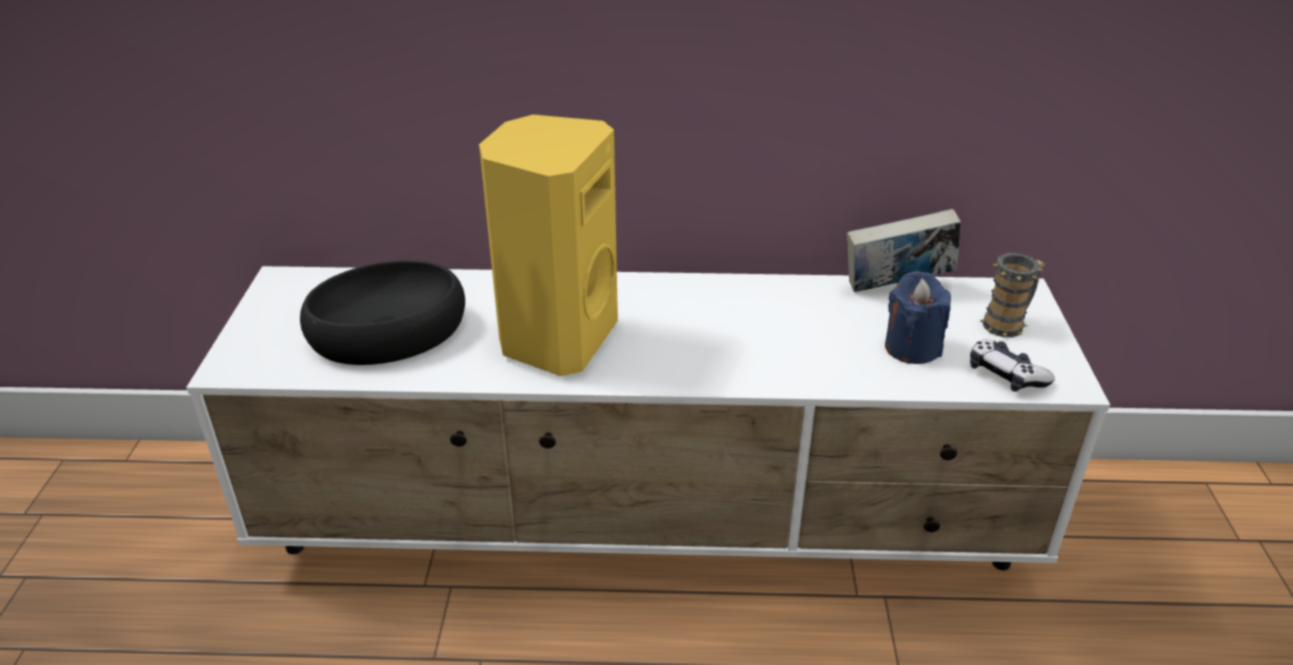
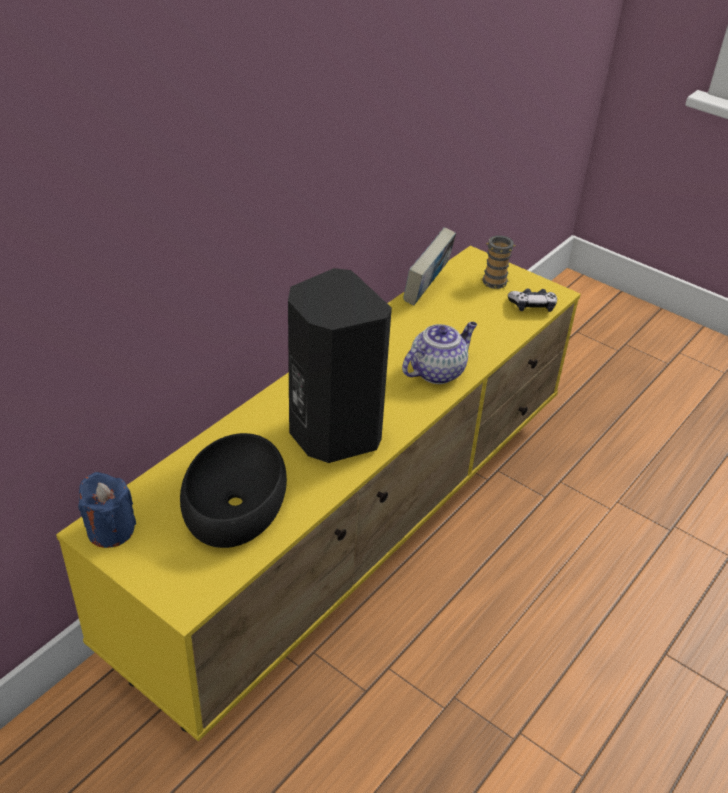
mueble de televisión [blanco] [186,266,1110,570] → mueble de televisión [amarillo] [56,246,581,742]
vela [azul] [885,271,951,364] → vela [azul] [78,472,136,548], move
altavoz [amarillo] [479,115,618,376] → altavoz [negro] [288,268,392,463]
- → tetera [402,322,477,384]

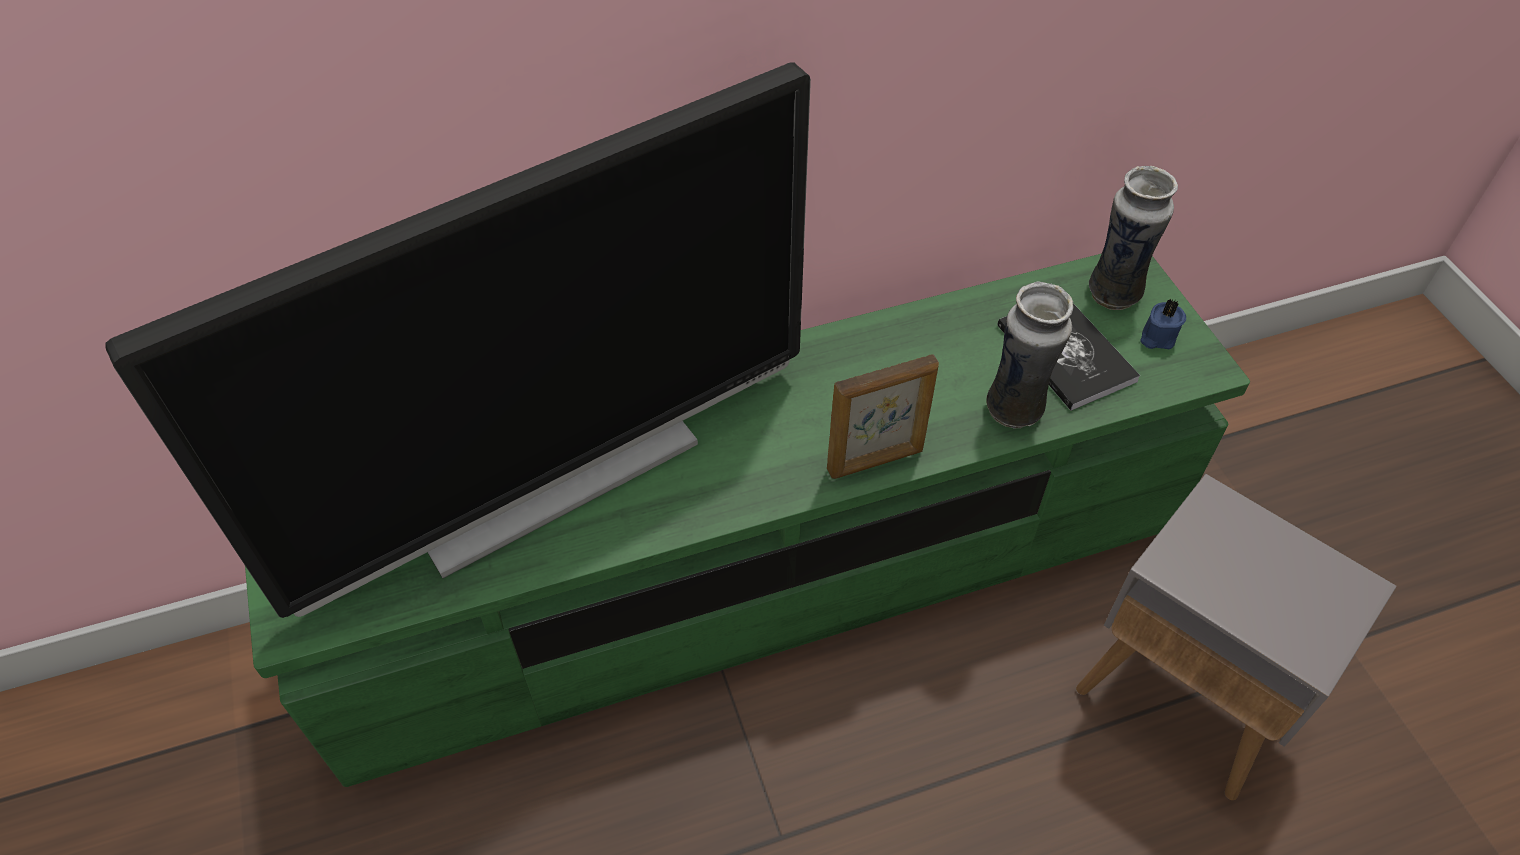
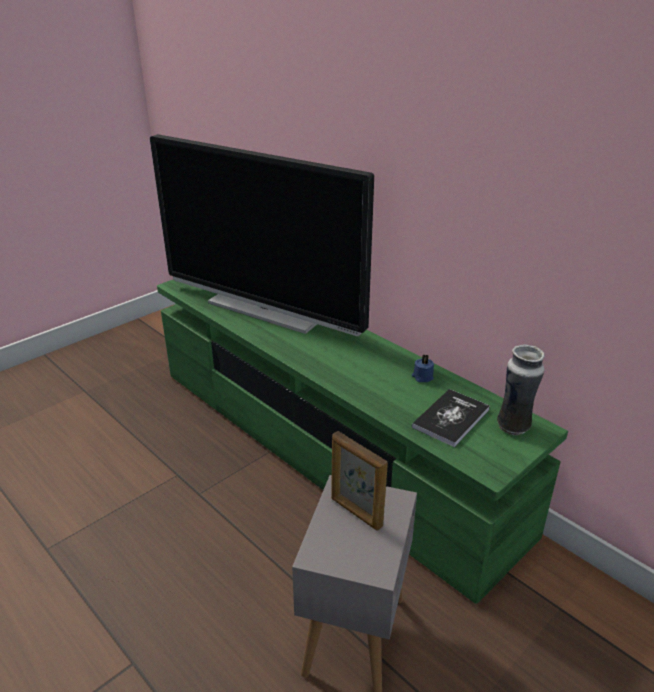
portarretratos [827,354,939,479] → portarretratos [331,431,388,531], move
vela [azul] [1140,299,1186,349] → vela [azul] [412,354,434,382], move
florero [986,281,1073,428] → -

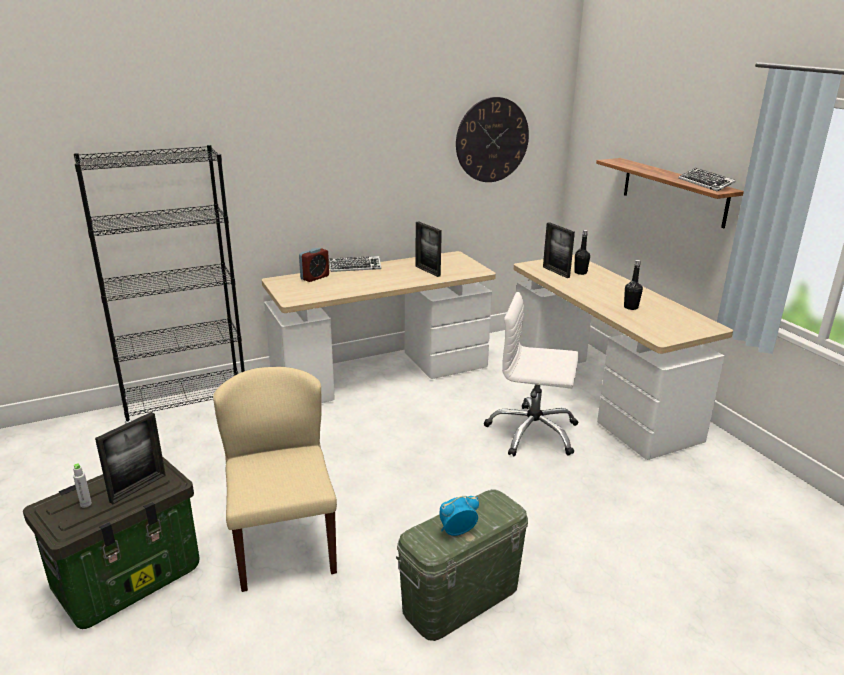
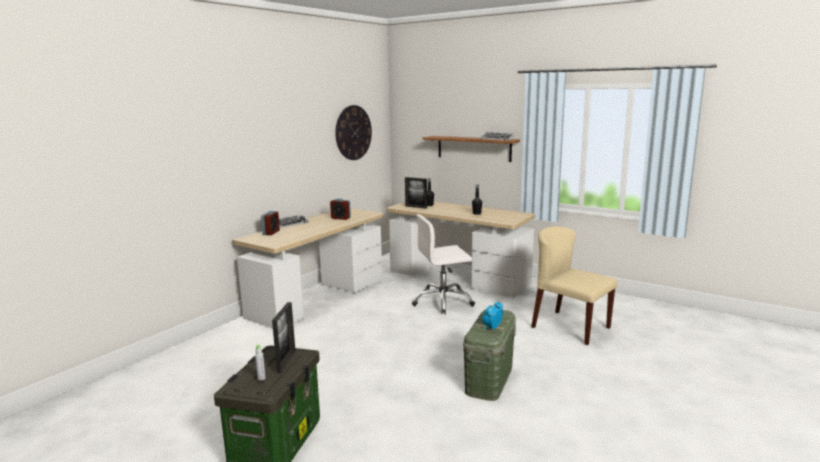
portarretratos [415,222,442,277] → despertador [330,198,351,220]
silla [beis] [213,367,337,592] → silla [beis] [531,226,617,345], move
estantería [negro] [74,145,245,424] → -

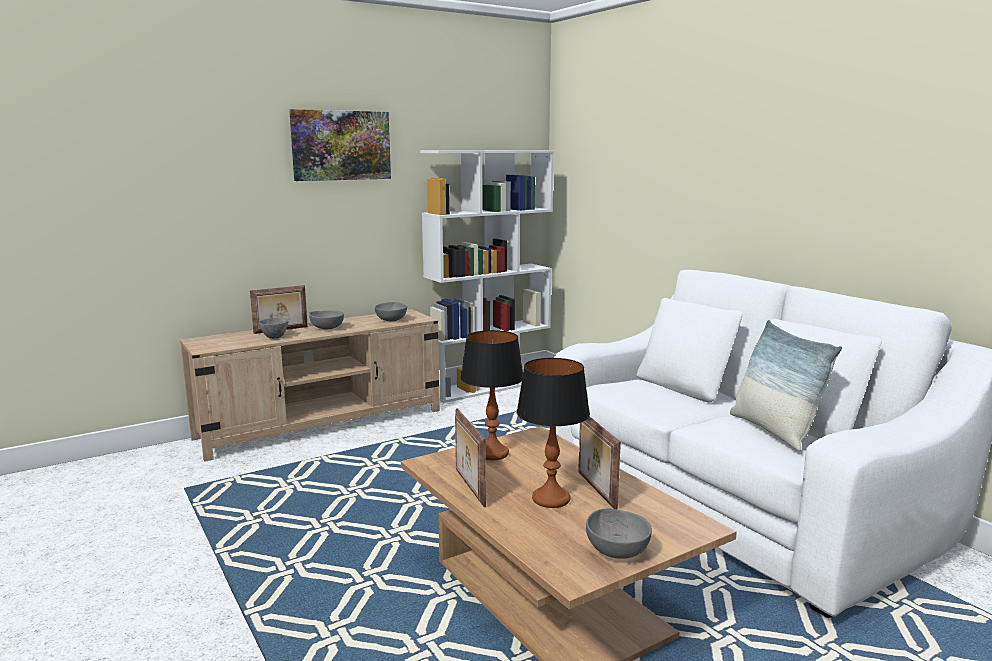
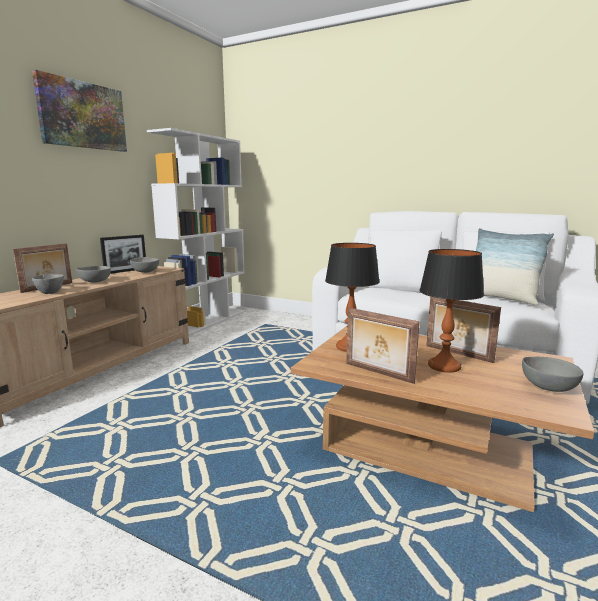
- → portarretratos [100,235,146,274]

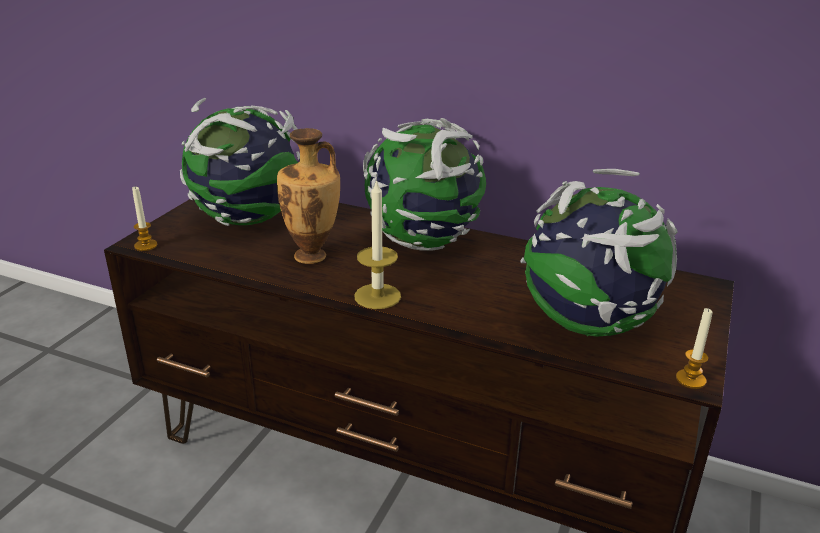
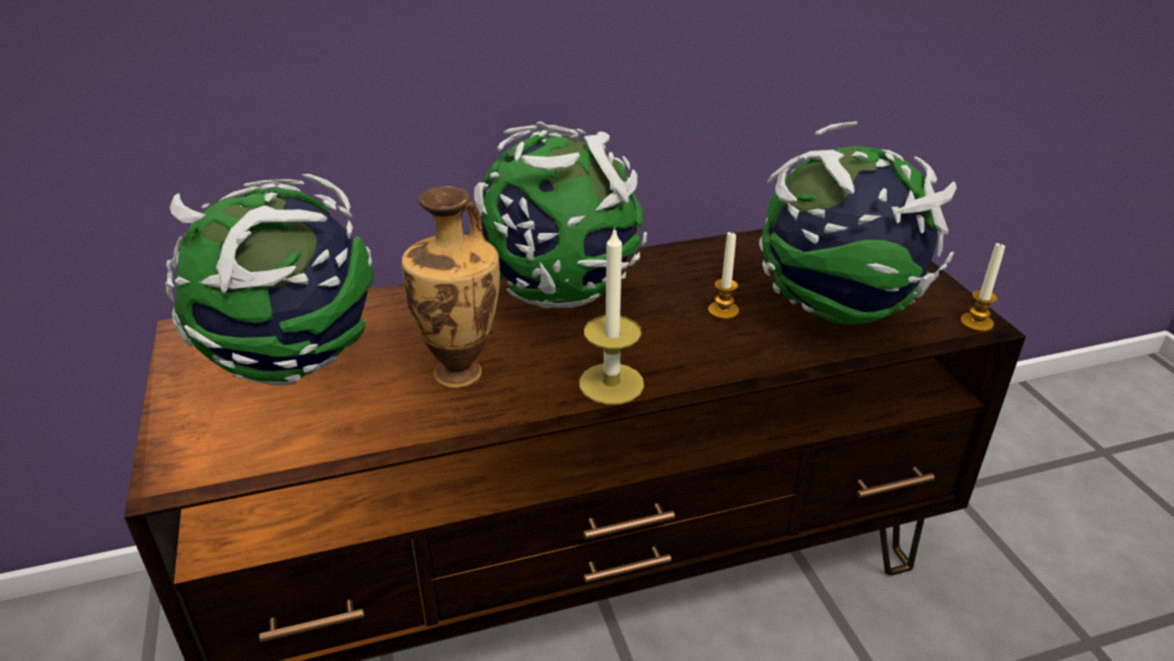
vela [132,187,157,251] → vela [708,232,739,320], move

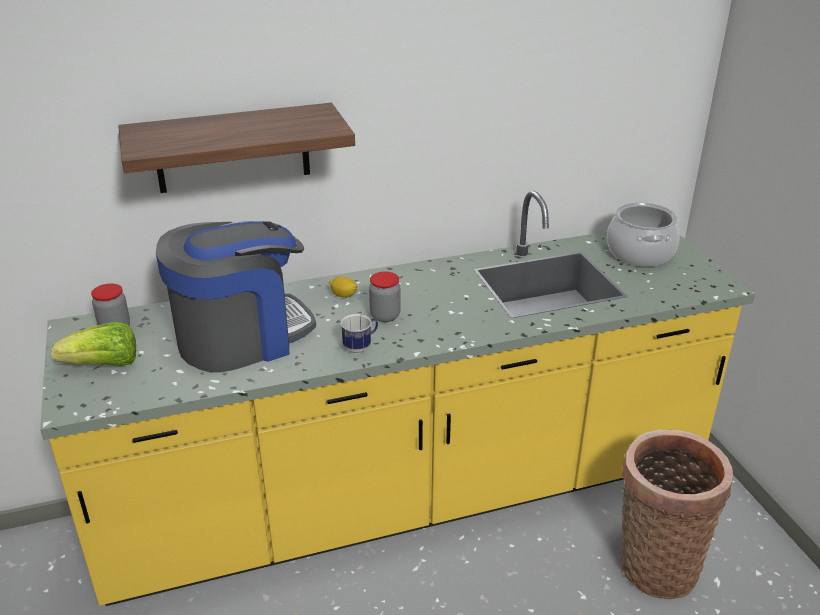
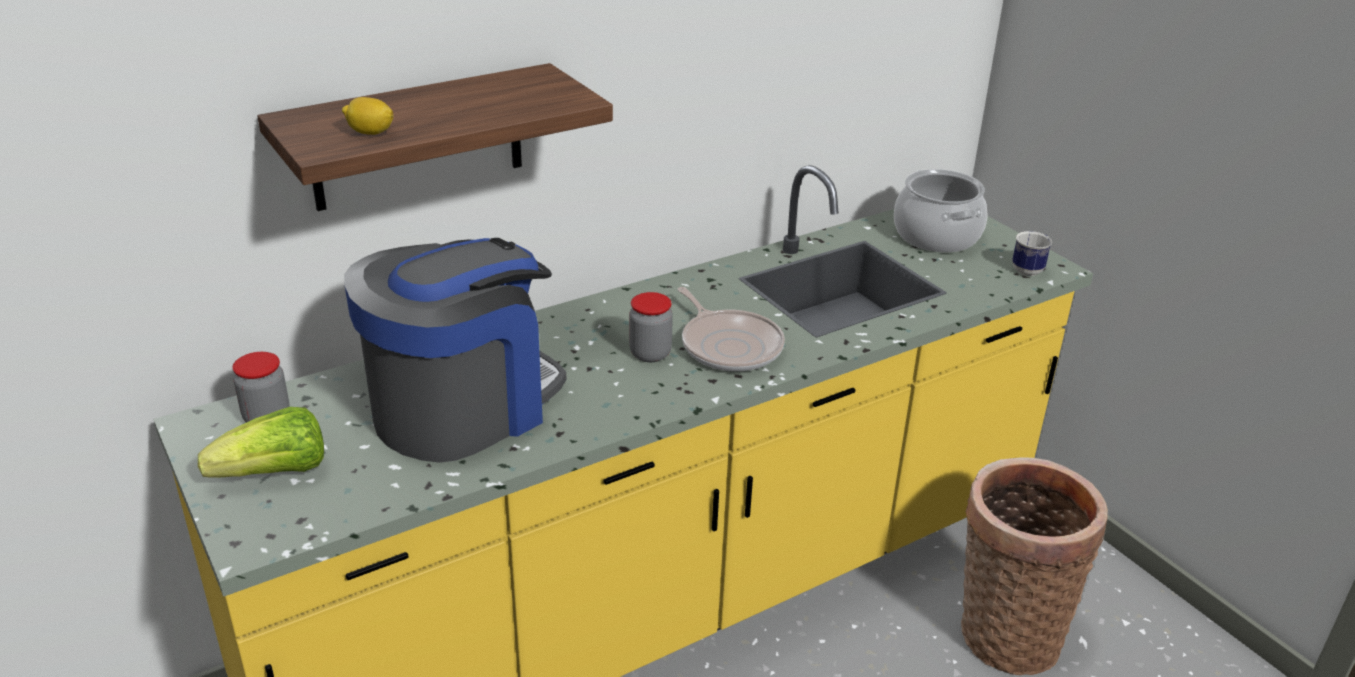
limón [329,276,357,298] → limón [342,97,393,135], move
- → sartén [678,287,785,371]
taza grande [341,314,378,353] → taza grande [1012,231,1052,276], move

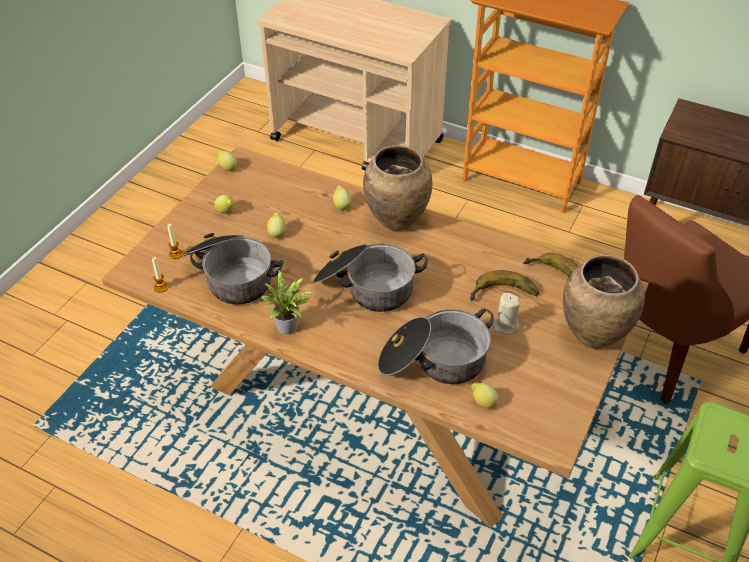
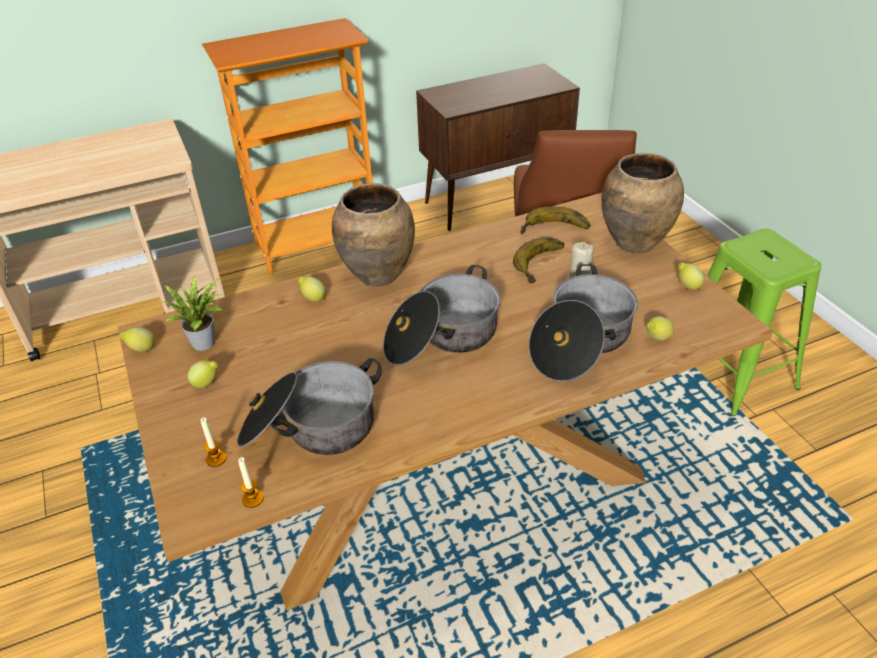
planta en maceta [261,269,313,335] → planta en maceta [164,274,223,351], move
limón [267,212,286,239] → limón [678,262,704,290], move

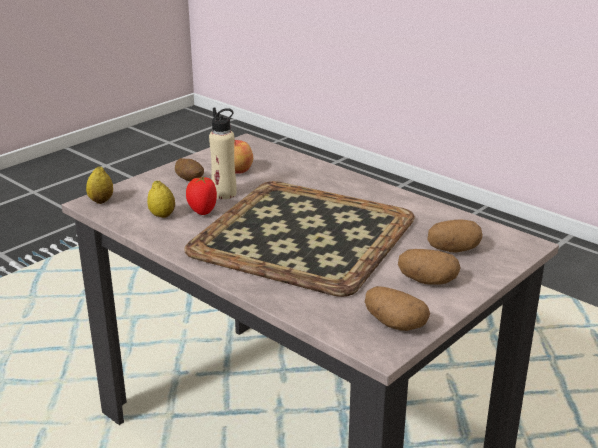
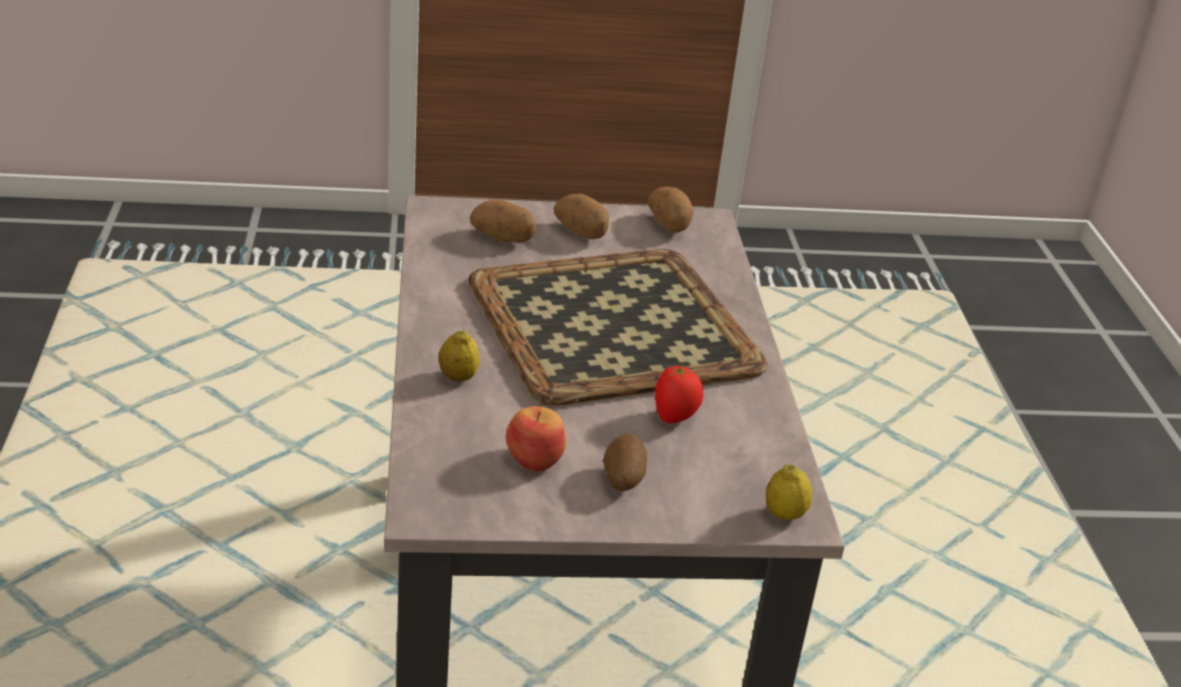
limón [147,181,175,218] → limón [439,331,480,382], move
botella [beis] [209,108,237,199] → -

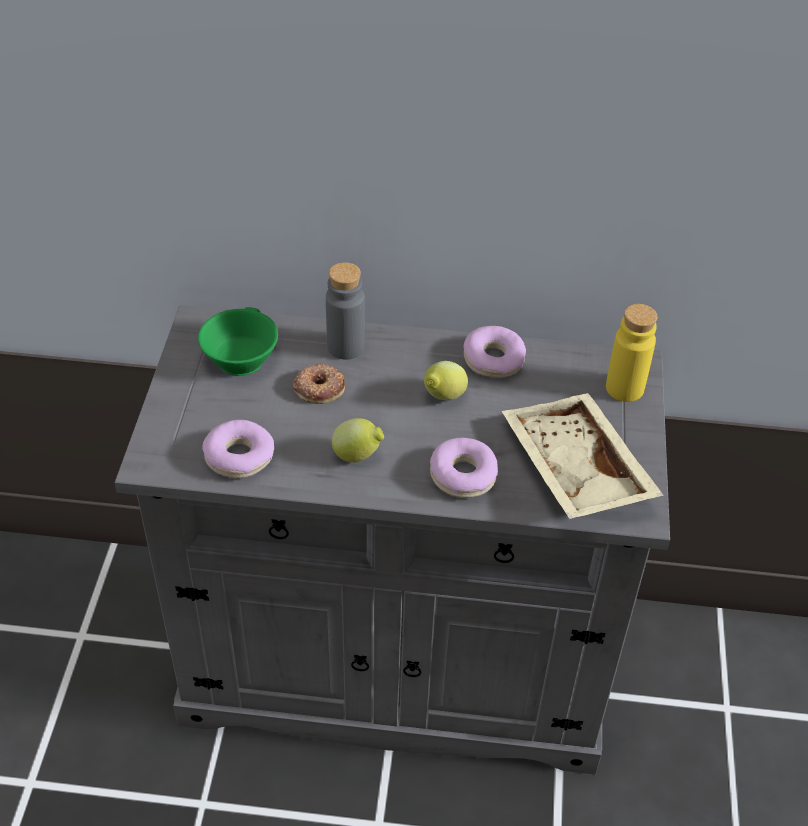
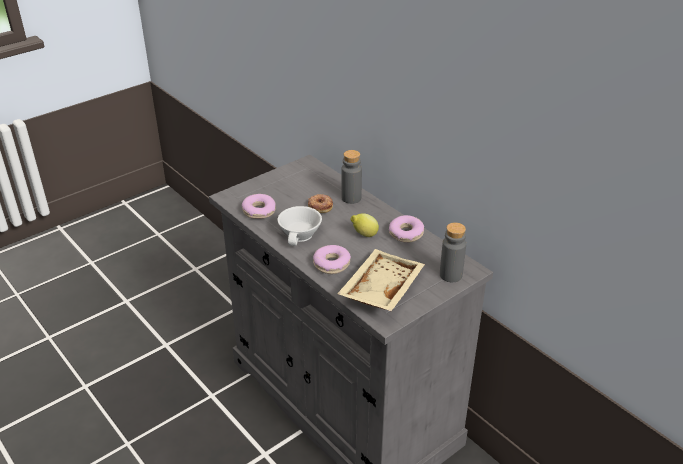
limón [332,418,384,463] → taza [blanco] [278,206,322,246]
botella [amarillo] [606,304,657,402] → botella [gris] [440,222,466,282]
taza [verde] [198,307,278,376] → -

